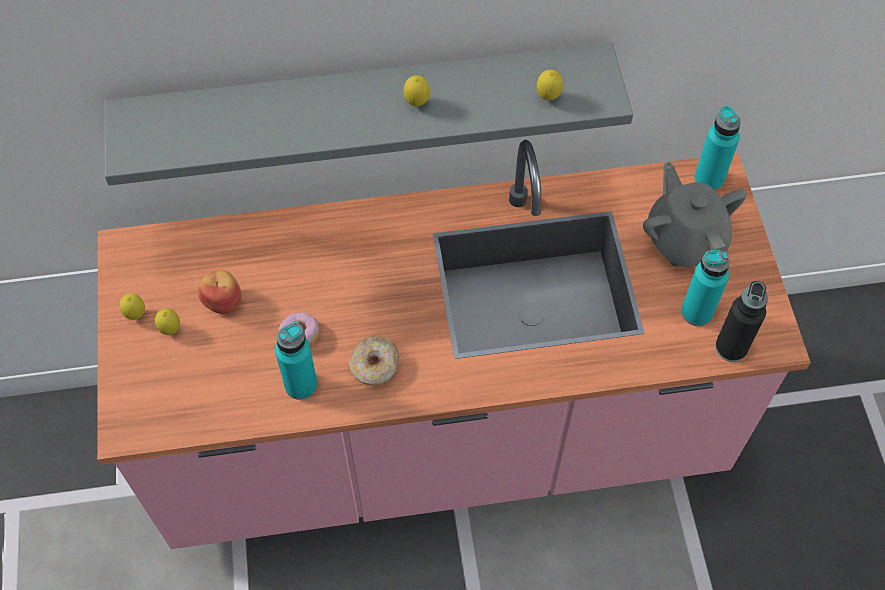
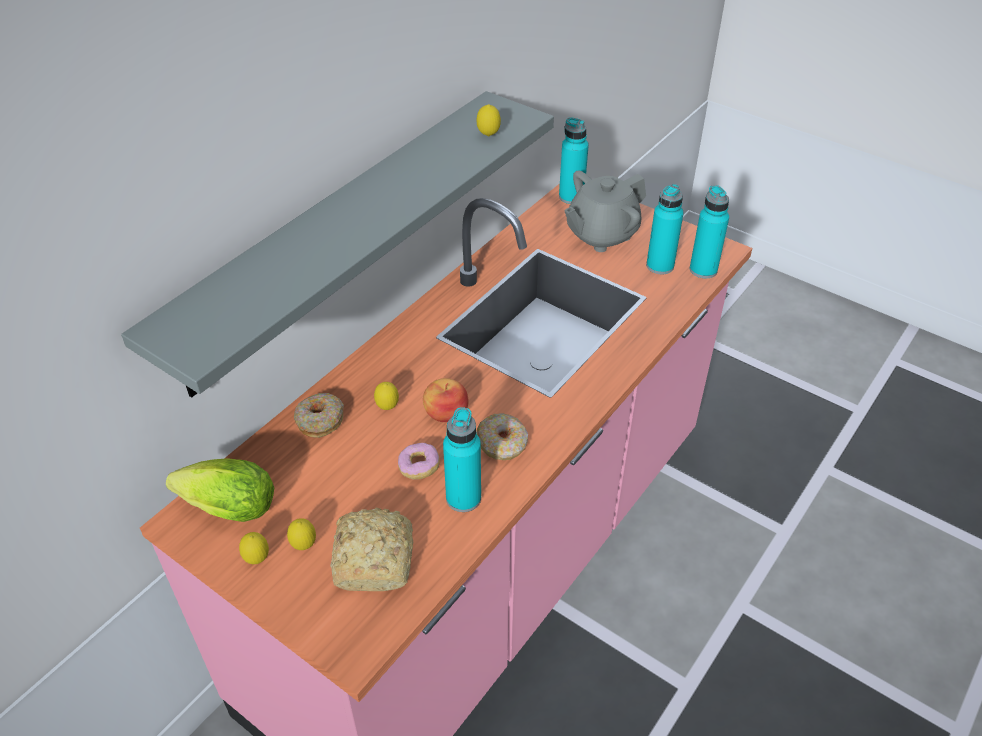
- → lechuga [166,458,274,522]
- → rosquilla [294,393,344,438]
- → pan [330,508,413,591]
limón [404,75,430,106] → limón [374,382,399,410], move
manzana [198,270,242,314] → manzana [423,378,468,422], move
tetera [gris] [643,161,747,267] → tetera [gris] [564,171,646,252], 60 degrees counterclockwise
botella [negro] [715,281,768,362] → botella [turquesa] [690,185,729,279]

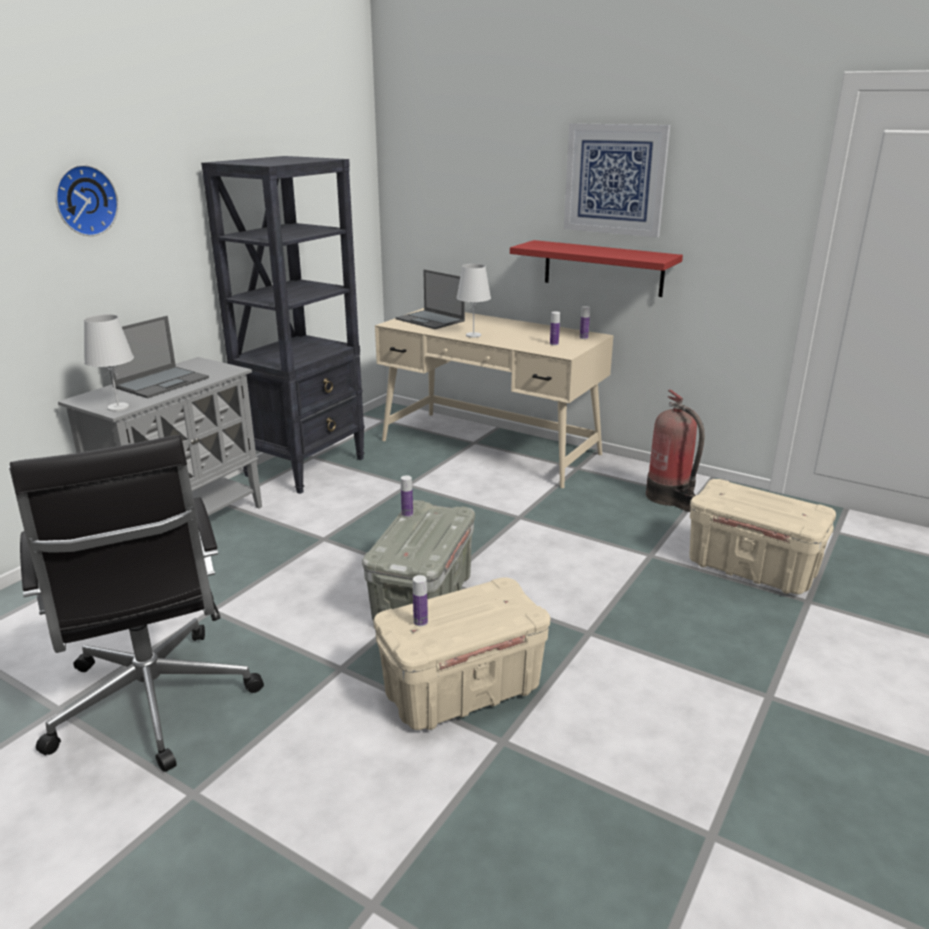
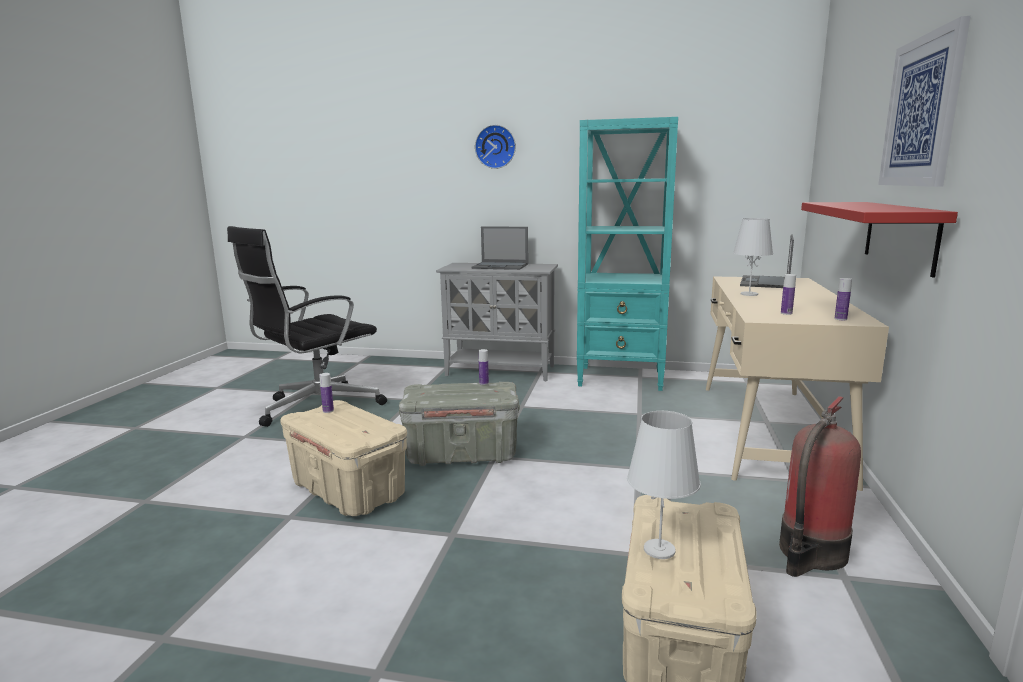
estantería [negro] [201,156,365,494] → estantería [turquesa] [577,117,678,391]
lámpara de mesa [blanco] [84,314,134,411] → lámpara de mesa [blanco] [627,411,701,559], move

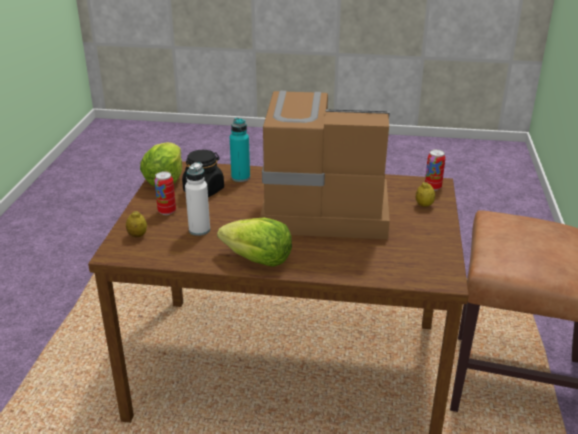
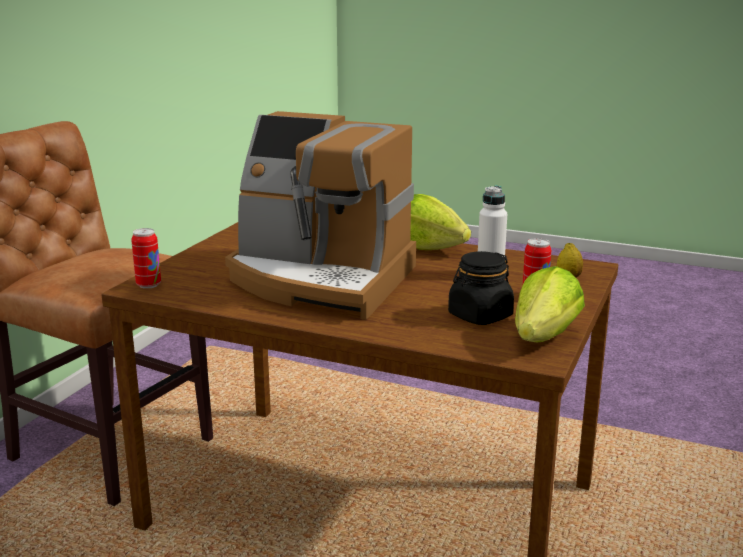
botella [turquesa] [230,118,250,182] → -
limón [416,182,435,207] → -

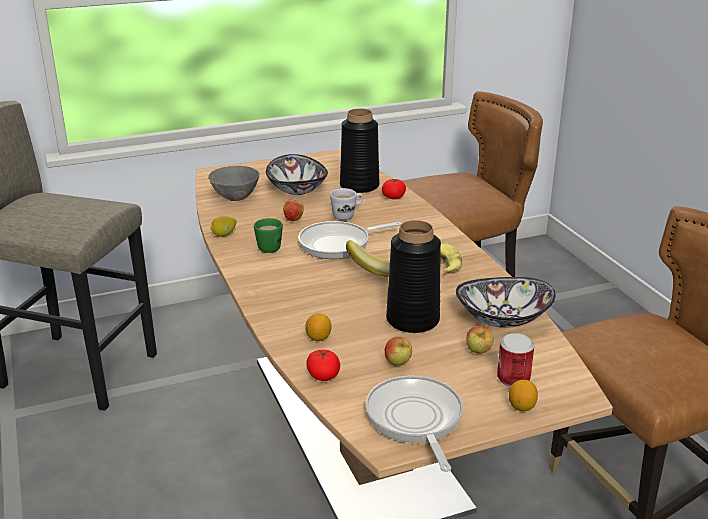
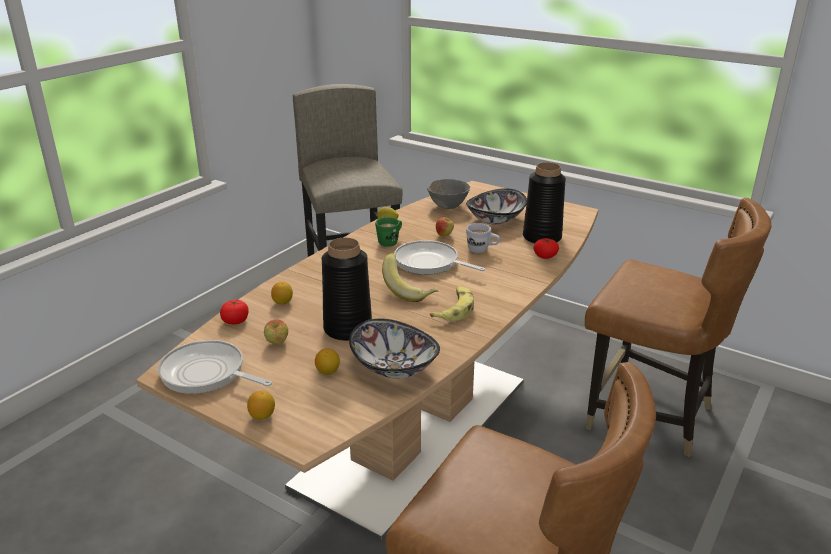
sartén [365,375,463,472] → sartén [158,340,272,394], 105 degrees counterclockwise
manzana [466,326,494,354] → limón [315,348,340,375]
lata [497,333,534,387] → -

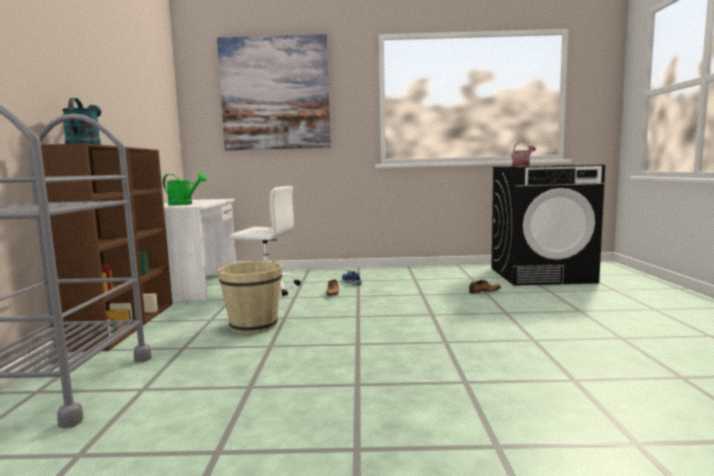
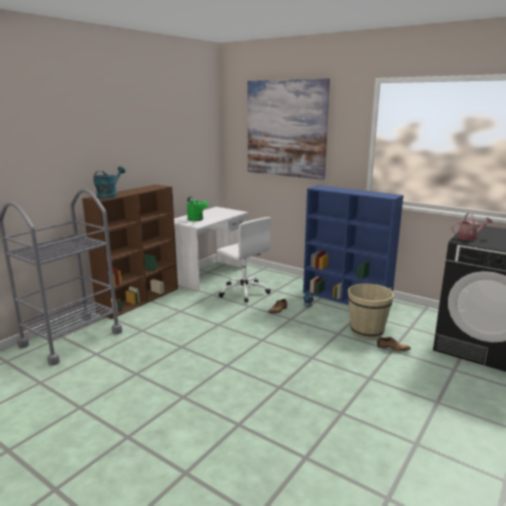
- → estantería [azul] [303,185,403,306]
cubo [beis] [218,259,282,334] → cubo [beis] [348,284,394,338], move

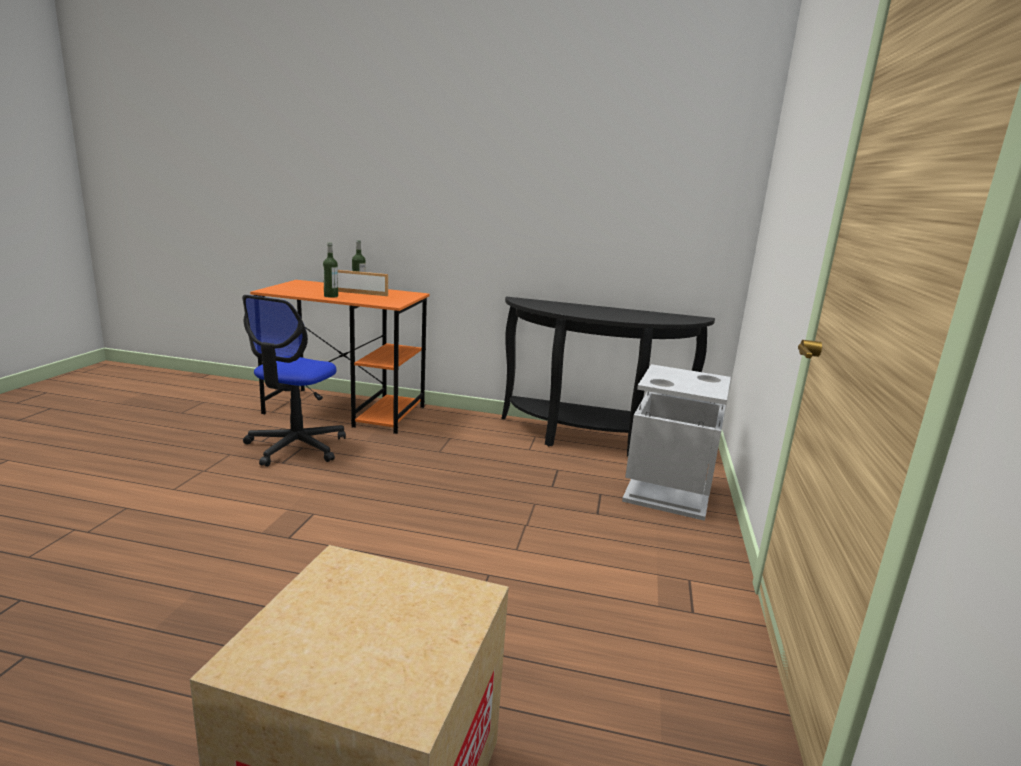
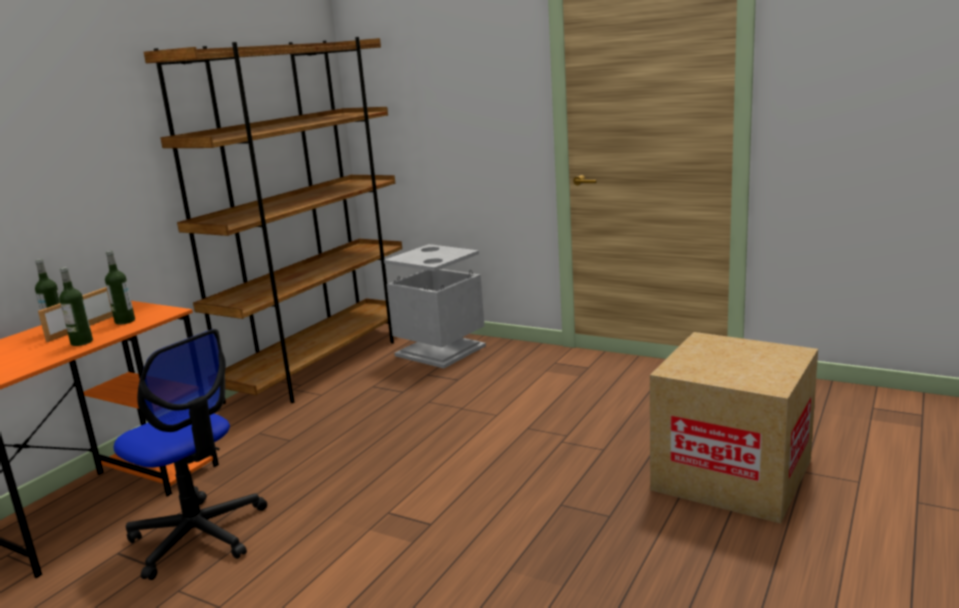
- → botella [105,251,135,325]
mesa consola [negro] [501,297,715,457] → estantería [marrón] [144,37,402,404]

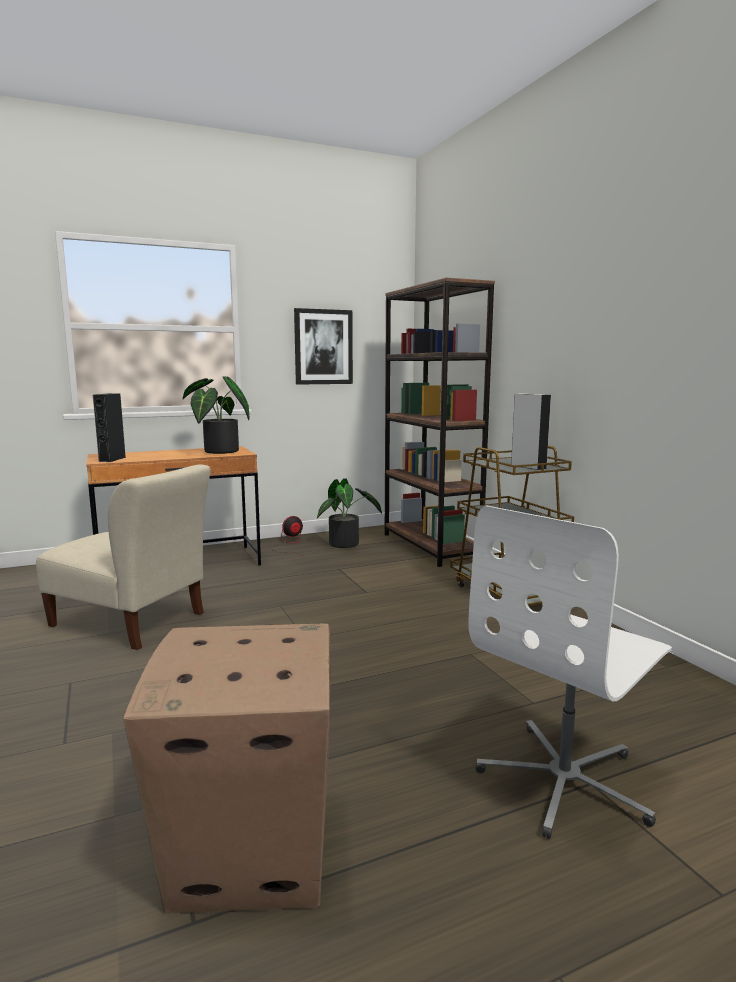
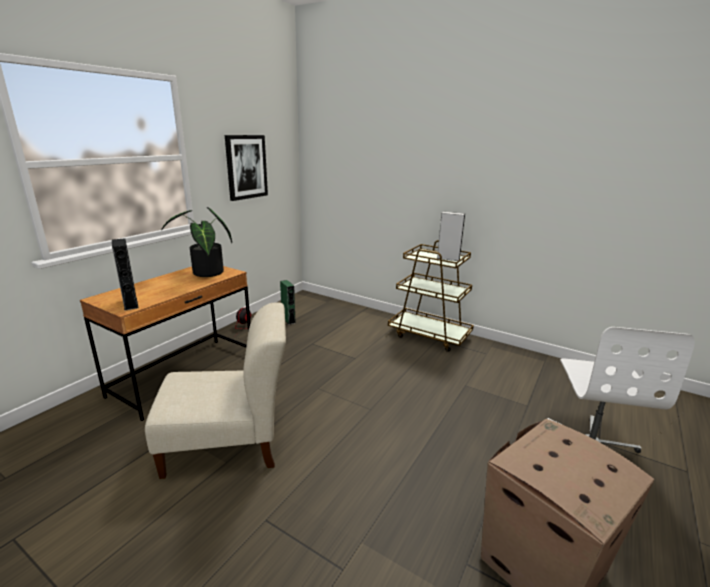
planta en maceta [317,478,382,548] → altavoz [verde] [280,280,296,325]
estantería [marrón] [385,278,495,567] → -

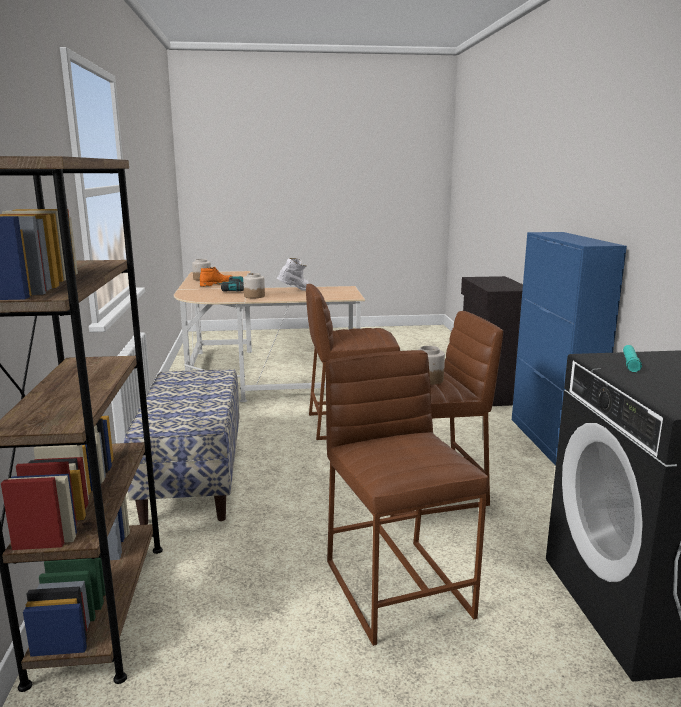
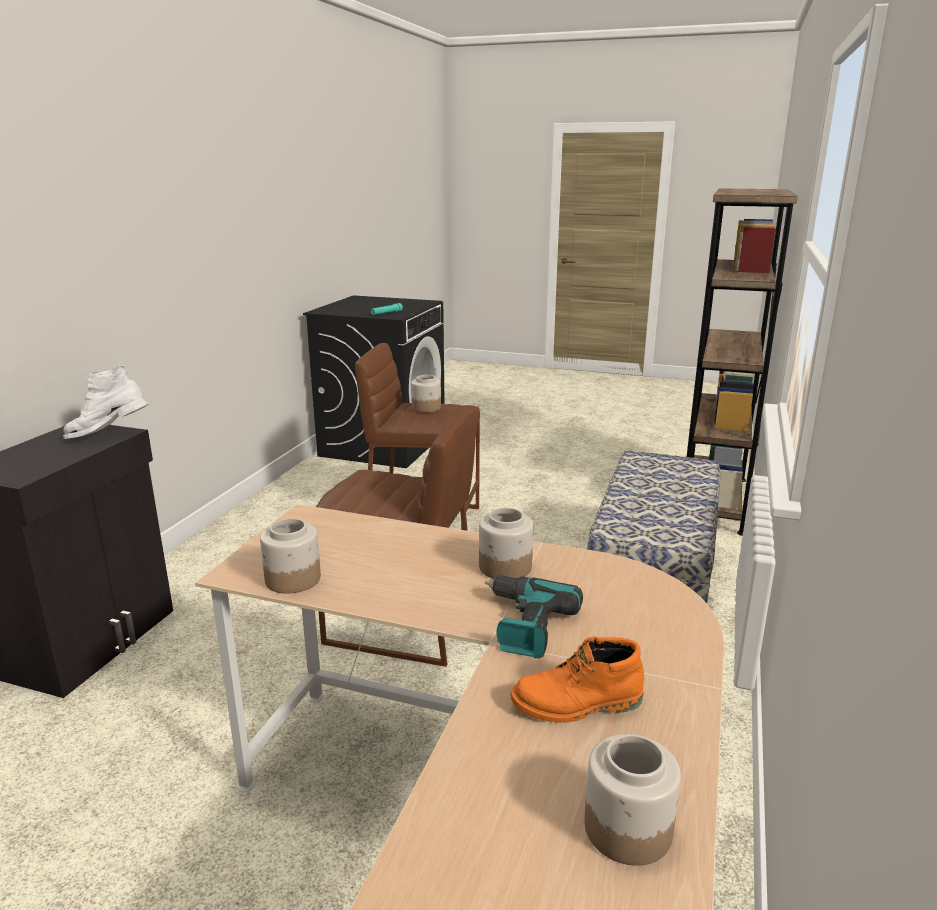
bota [blanco] [277,258,309,291] → bota [blanco] [63,365,148,439], move
- → tarro [260,518,321,594]
taburete [marrón] [326,350,489,646] → -
armario [azul] [512,232,627,466] → -

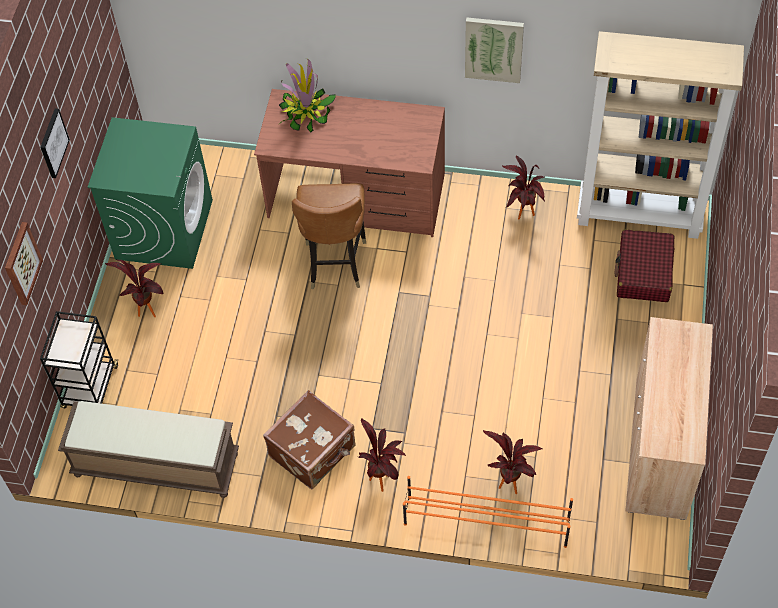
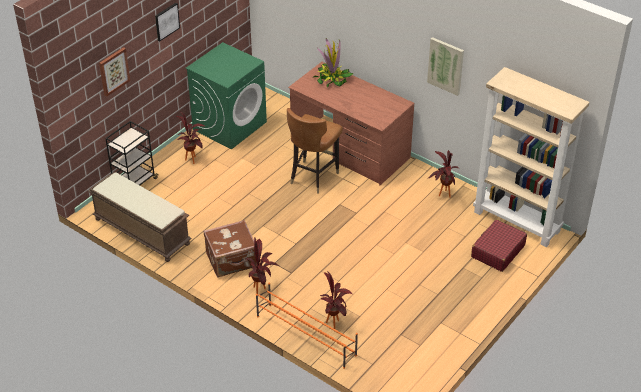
armario [beis] [625,317,713,520] → -

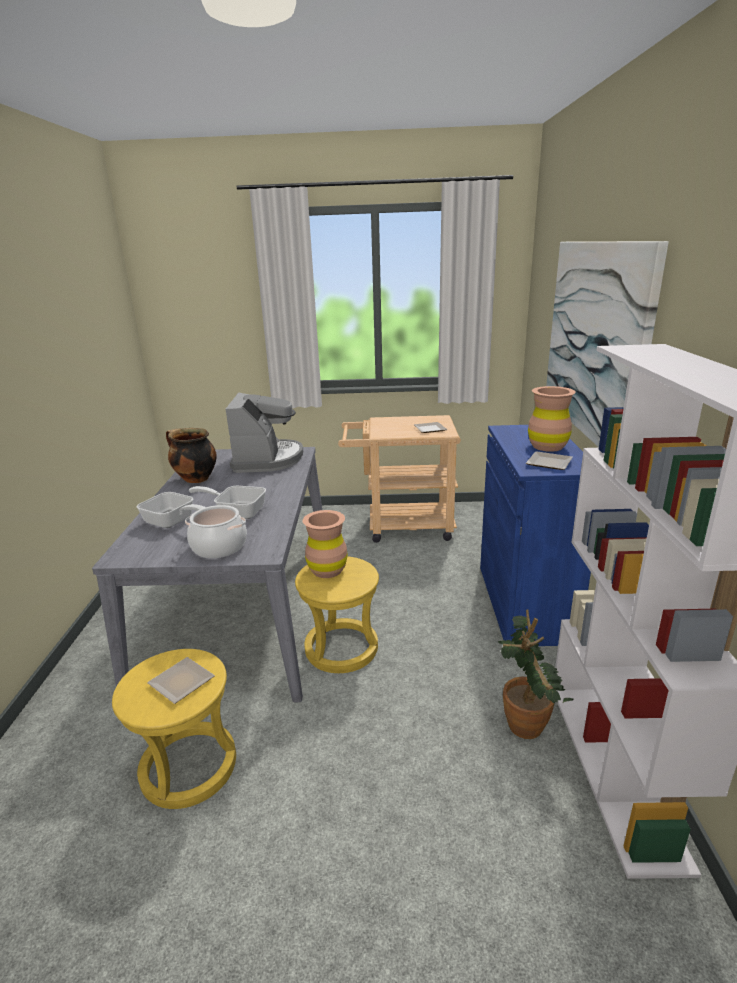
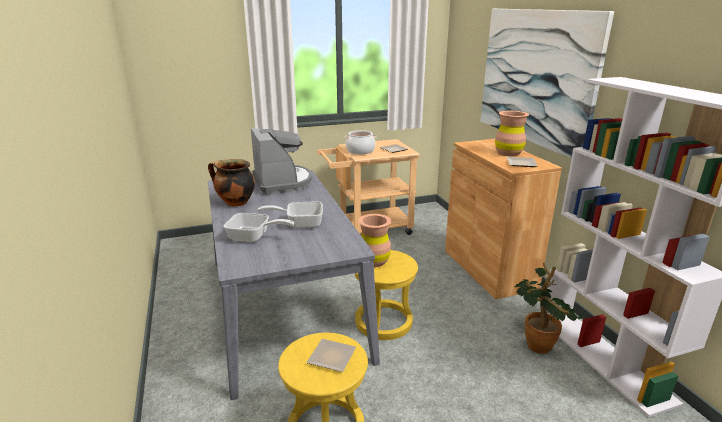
olla [185,505,247,558] → olla [345,130,377,154], move
armario [azul] [480,425,591,646] → armario [marrón] [445,139,562,299]

